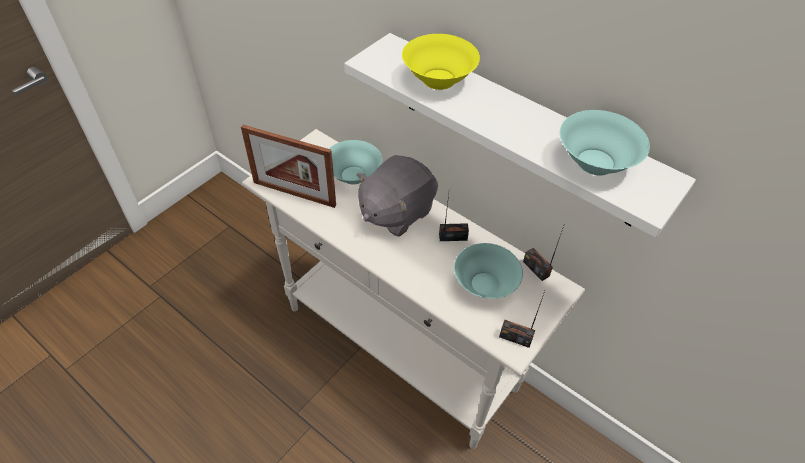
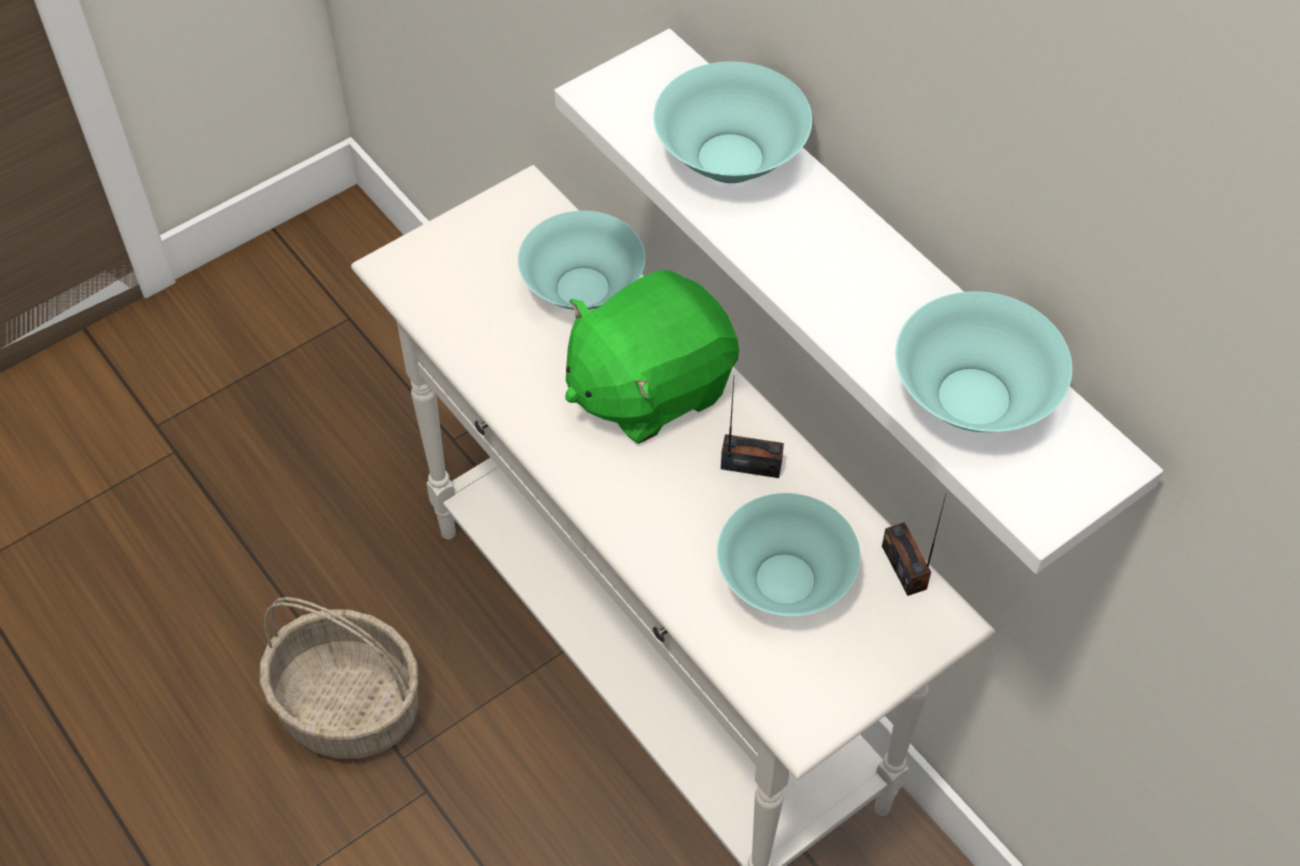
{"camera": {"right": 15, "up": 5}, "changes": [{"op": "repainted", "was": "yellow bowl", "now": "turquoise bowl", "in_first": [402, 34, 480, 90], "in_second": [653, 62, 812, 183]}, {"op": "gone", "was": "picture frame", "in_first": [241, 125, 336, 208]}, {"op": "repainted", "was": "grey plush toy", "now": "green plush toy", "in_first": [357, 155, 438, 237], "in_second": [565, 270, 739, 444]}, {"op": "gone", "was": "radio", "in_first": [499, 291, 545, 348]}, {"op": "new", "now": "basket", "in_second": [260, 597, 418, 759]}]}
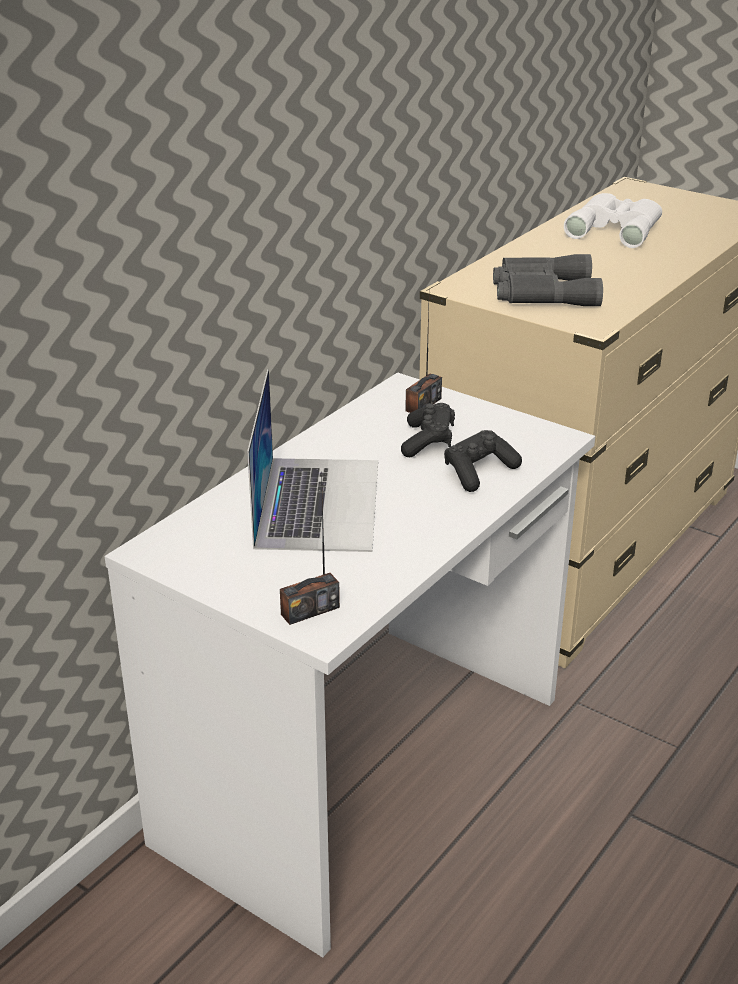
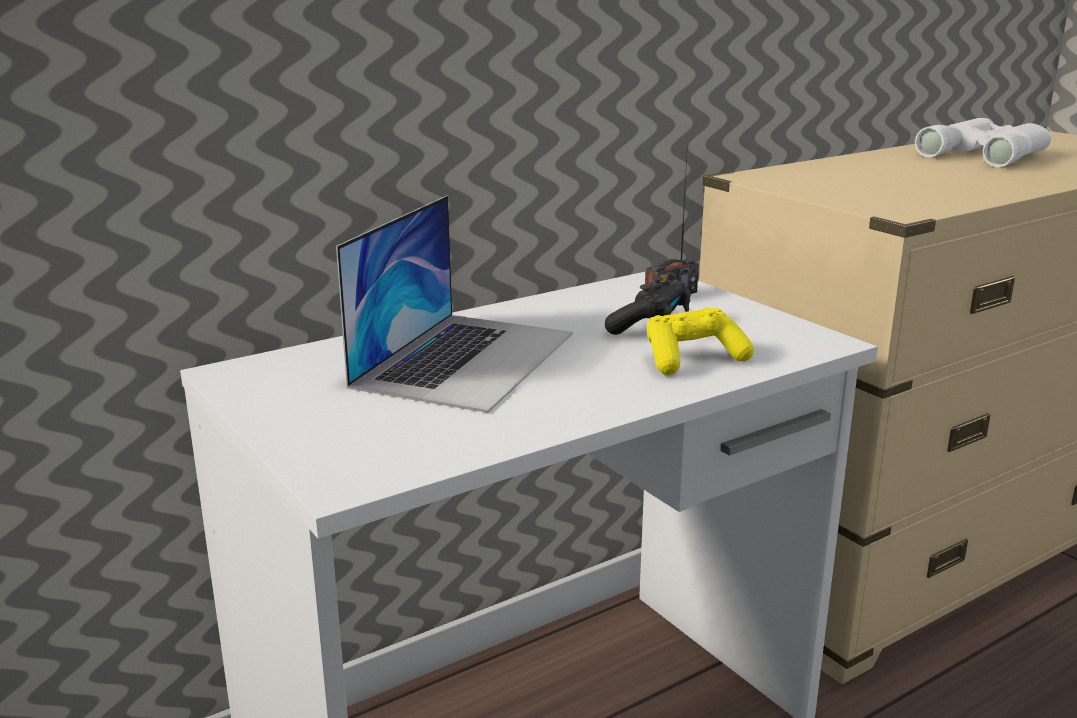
{"camera": {"right": 20, "up": -10}, "changes": [{"op": "gone", "was": "grey binoculars", "in_first": [493, 254, 603, 306]}, {"op": "repainted", "was": "black game controller", "now": "yellow game controller", "in_first": [444, 430, 522, 492], "in_second": [647, 307, 754, 375]}, {"op": "gone", "was": "radio", "in_first": [280, 471, 340, 625]}]}
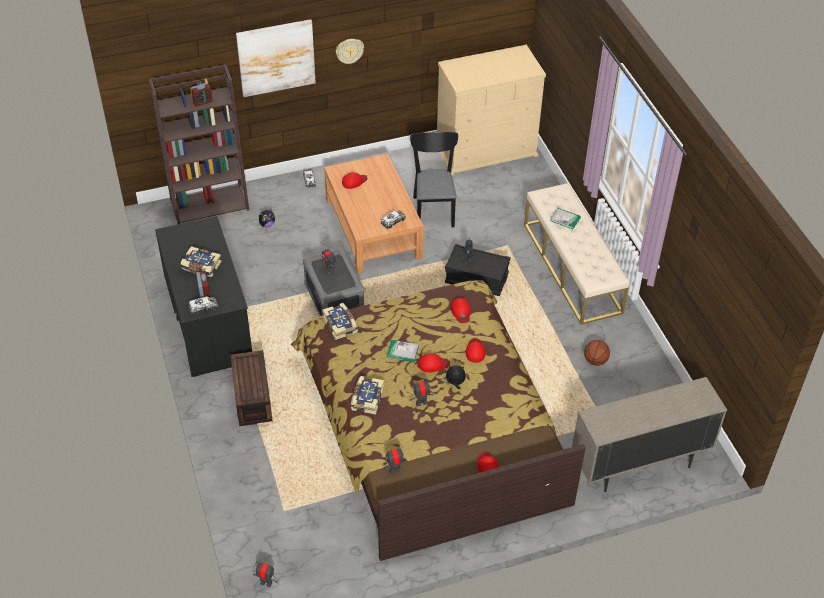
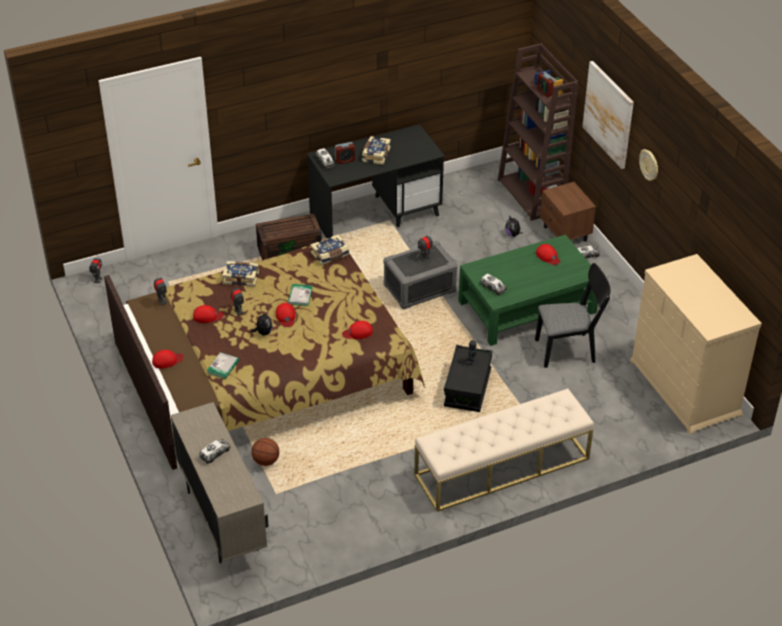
{"camera": {"right": 85, "up": -5}, "changes": [{"op": "repainted", "was": "brown coffee table", "now": "green coffee table", "in_first": [324, 154, 423, 273], "in_second": [458, 235, 598, 346]}, {"op": "shifted", "was": "book", "in_first": [550, 208, 581, 229], "in_second": [207, 352, 239, 379]}, {"op": "shifted", "was": "red cap", "in_first": [466, 338, 485, 363], "in_second": [193, 305, 224, 323]}, {"op": "shifted", "was": "basketball", "in_first": [584, 340, 610, 366], "in_second": [251, 438, 279, 466]}, {"op": "new", "now": "brown nightstand", "in_second": [540, 182, 596, 242]}, {"op": "new", "now": "toy truck", "in_second": [199, 439, 231, 464]}]}
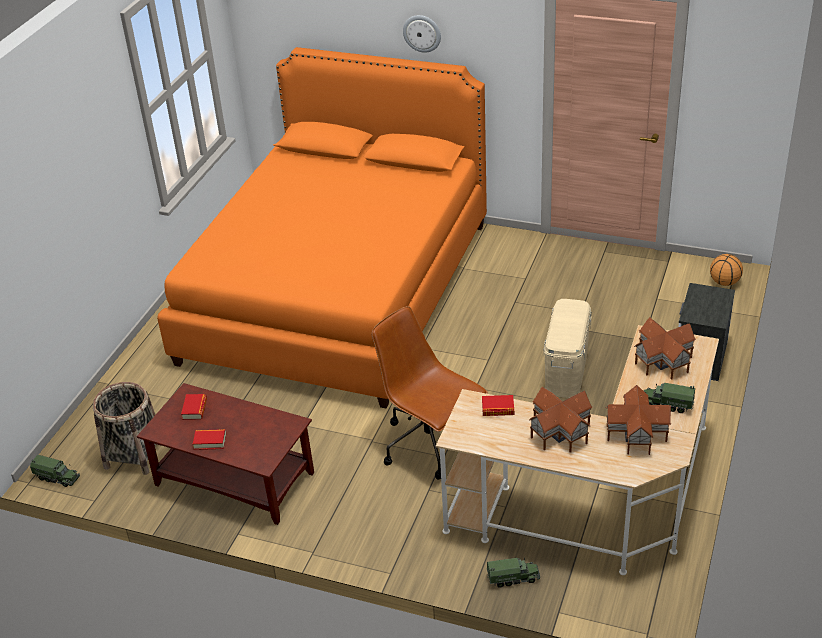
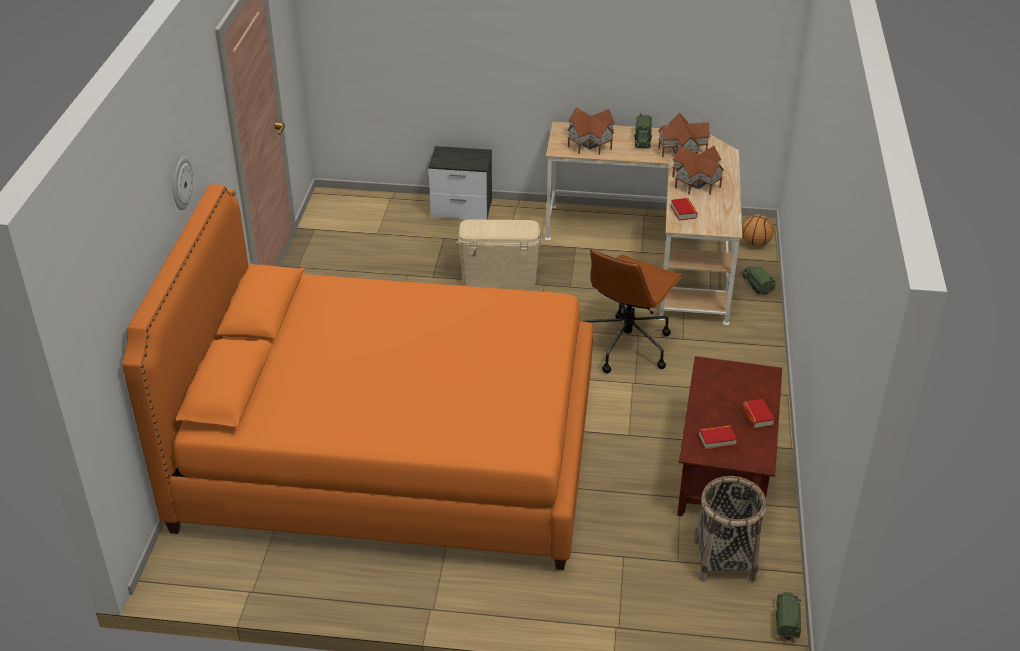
{"camera": {"right": -105, "up": 0}, "changes": [{"op": "shifted", "was": "basketball", "in_first": [710, 254, 743, 286], "in_second": [742, 214, 774, 247]}]}
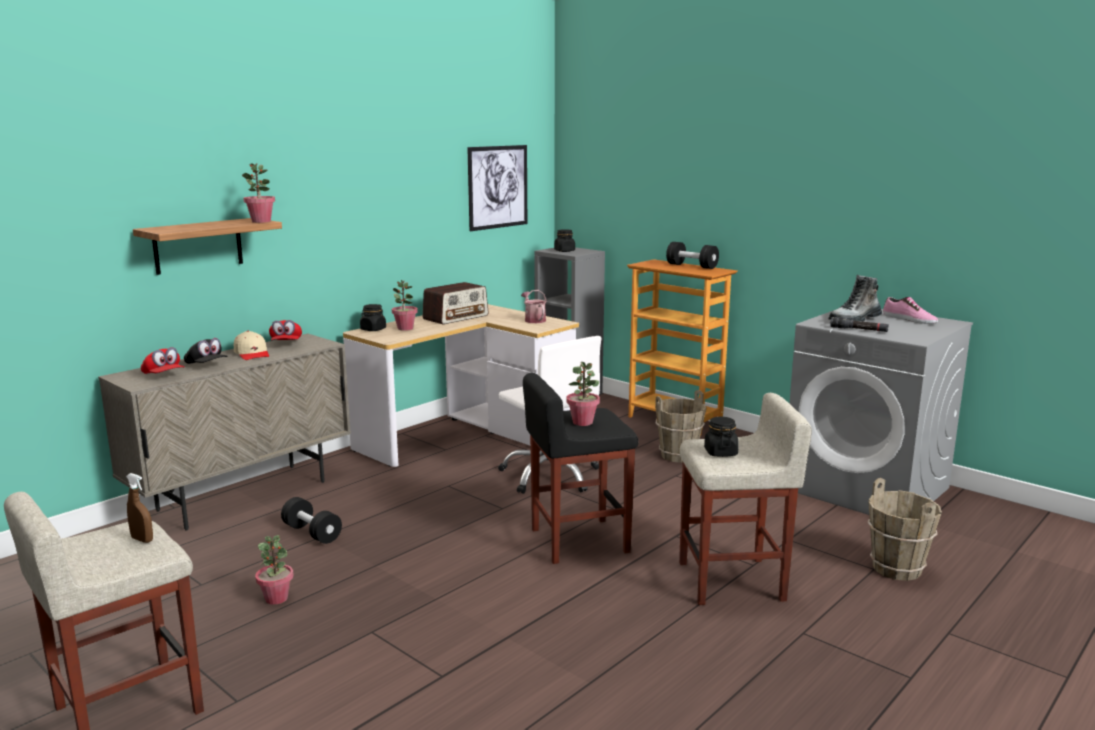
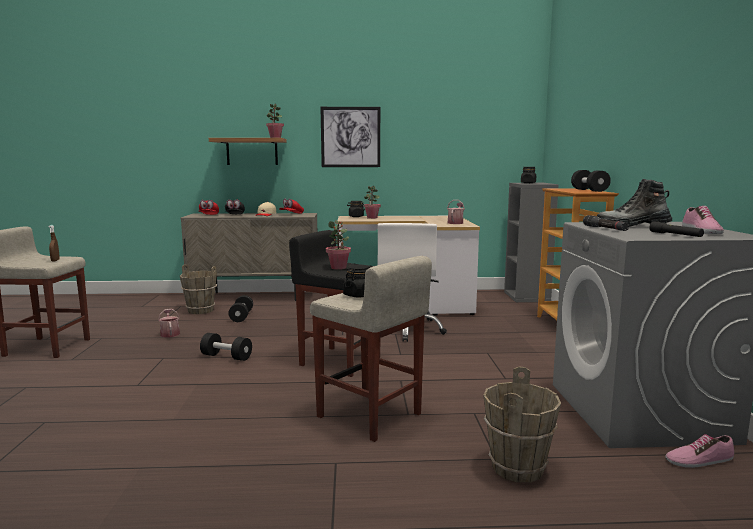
{"camera": {"right": 45, "up": -5}, "changes": [{"op": "shifted", "was": "picture", "in_first": [467, 145, 527, 231], "in_second": [320, 107, 380, 167]}, {"op": "gone", "was": "radio", "in_first": [423, 282, 489, 324]}, {"op": "shifted", "was": "brown bucket", "in_first": [655, 390, 707, 463], "in_second": [179, 264, 217, 314]}, {"op": "swapped", "was": "potted plant", "now": "watering can", "in_first": [255, 535, 294, 605], "in_second": [158, 309, 180, 338]}, {"op": "new", "now": "black flashlight", "in_second": [649, 221, 704, 237]}, {"op": "new", "now": "black dumbbell", "in_second": [200, 333, 252, 361]}, {"op": "new", "now": "shoe", "in_second": [665, 434, 734, 468]}]}
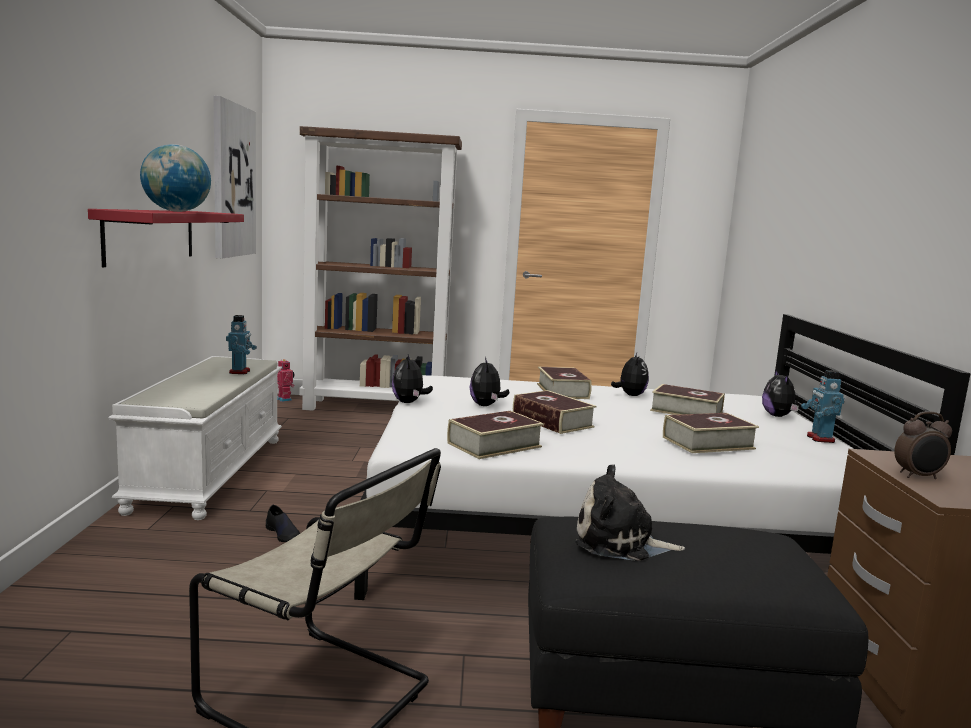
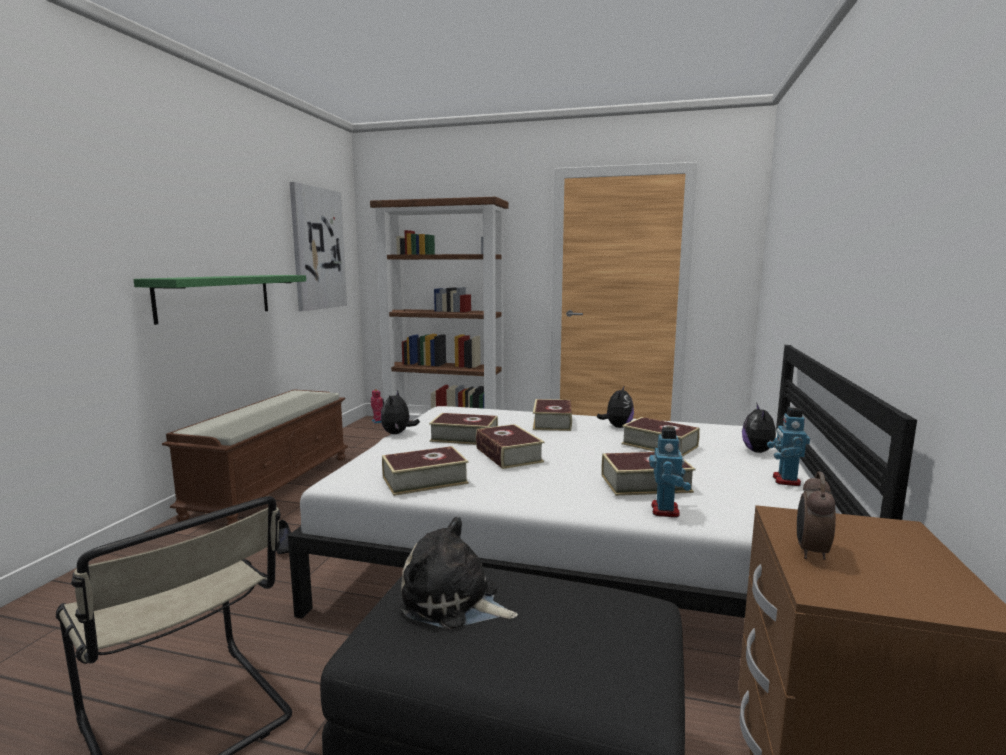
{"camera": {"right": 15, "up": 0}, "changes": [{"op": "gone", "was": "globe", "in_first": [140, 144, 211, 212]}, {"op": "repainted", "was": "red shelf", "now": "green shelf", "in_first": [88, 209, 244, 267], "in_second": [134, 275, 306, 325]}, {"op": "shifted", "was": "toy robot", "in_first": [226, 315, 257, 374], "in_second": [649, 427, 691, 517]}, {"op": "repainted", "was": "white bench", "now": "brown bench", "in_first": [108, 356, 282, 520], "in_second": [162, 389, 348, 526]}, {"op": "swapped", "was": "plush toy", "now": "book", "in_first": [470, 357, 509, 406], "in_second": [429, 413, 498, 445]}, {"op": "rotated", "was": "alarm clock", "in_first": [894, 411, 952, 479], "in_second": [797, 472, 836, 560], "clockwise": 105}]}
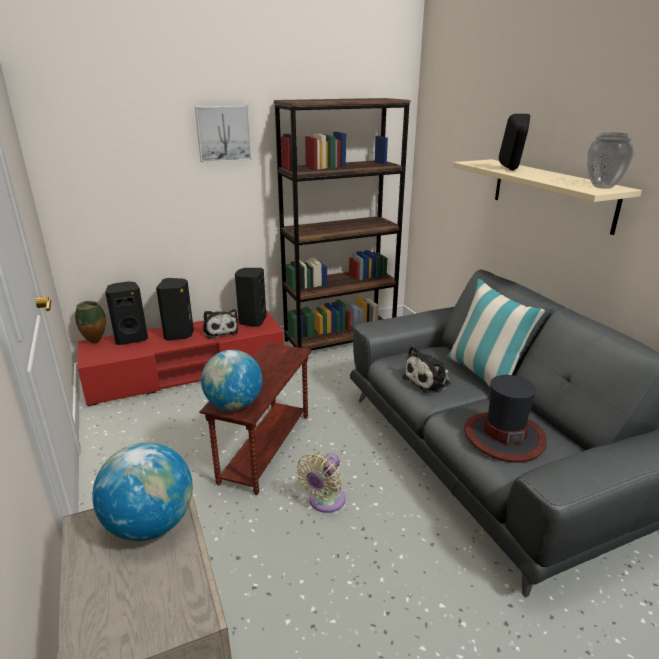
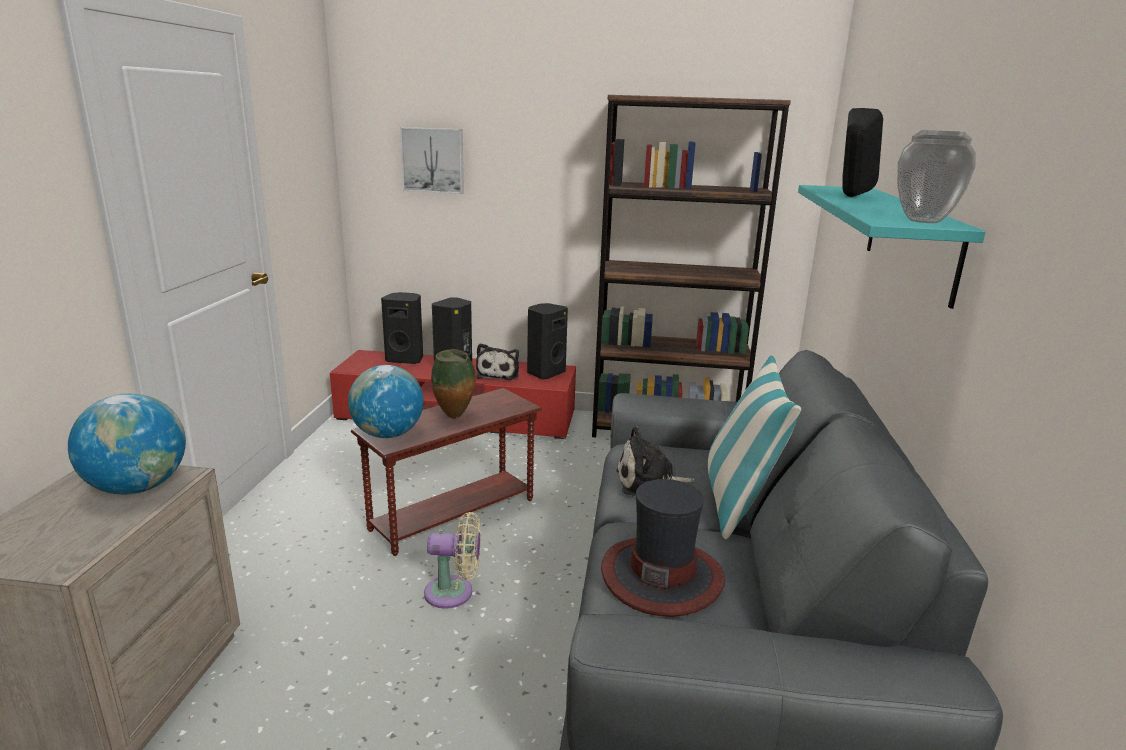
{"camera": {"right": 30, "up": -5}, "changes": [{"op": "shifted", "was": "picture", "in_first": [195, 106, 252, 163], "in_second": [400, 127, 464, 194]}, {"op": "repainted", "was": "beige shelf", "now": "turquoise shelf", "in_first": [453, 159, 642, 235], "in_second": [798, 185, 986, 309]}, {"op": "shifted", "was": "vase", "in_first": [75, 301, 106, 344], "in_second": [431, 349, 476, 419]}, {"op": "rotated", "was": "beige fan", "in_first": [296, 453, 345, 513], "in_second": [424, 512, 481, 609], "clockwise": -150}]}
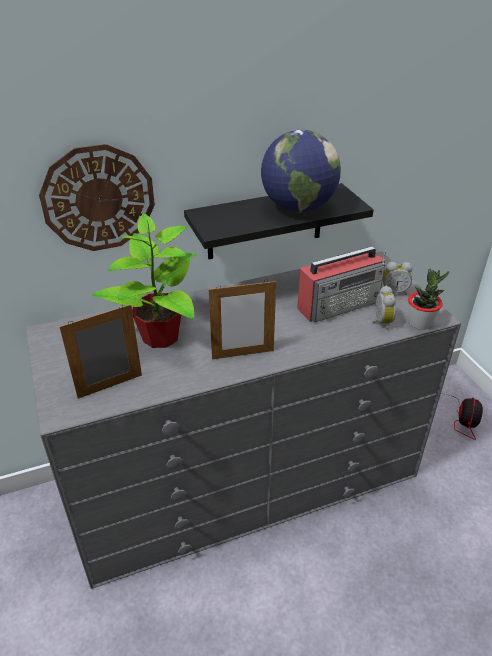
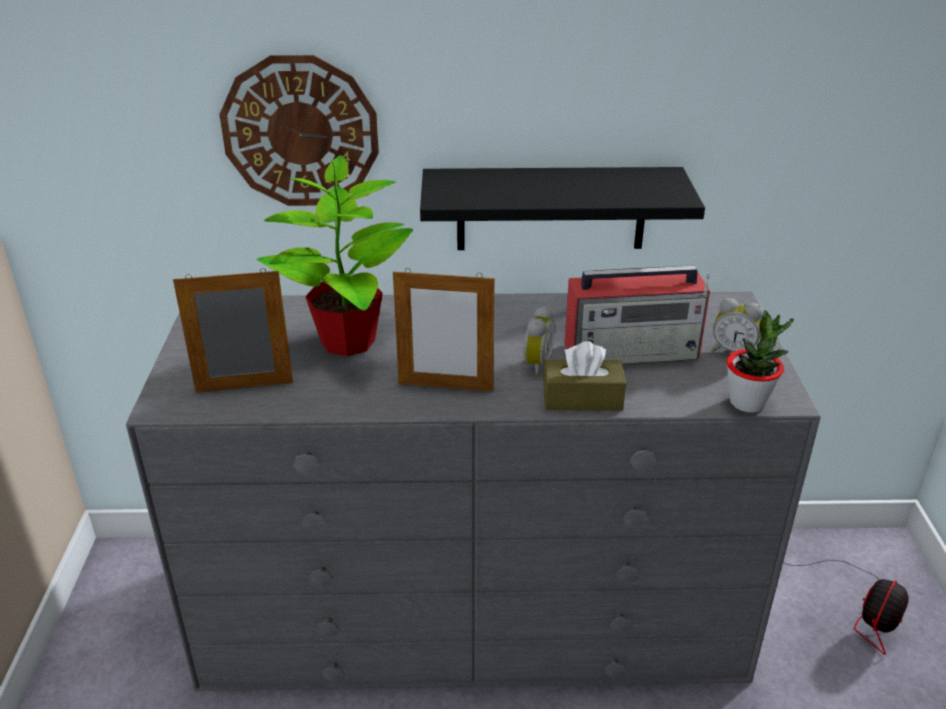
{"camera": {"right": 20, "up": -5}, "changes": [{"op": "gone", "was": "globe", "in_first": [261, 130, 341, 212]}, {"op": "shifted", "was": "alarm clock", "in_first": [373, 286, 396, 330], "in_second": [522, 306, 555, 376]}, {"op": "new", "now": "brown tissue box", "in_second": [543, 341, 626, 411]}]}
